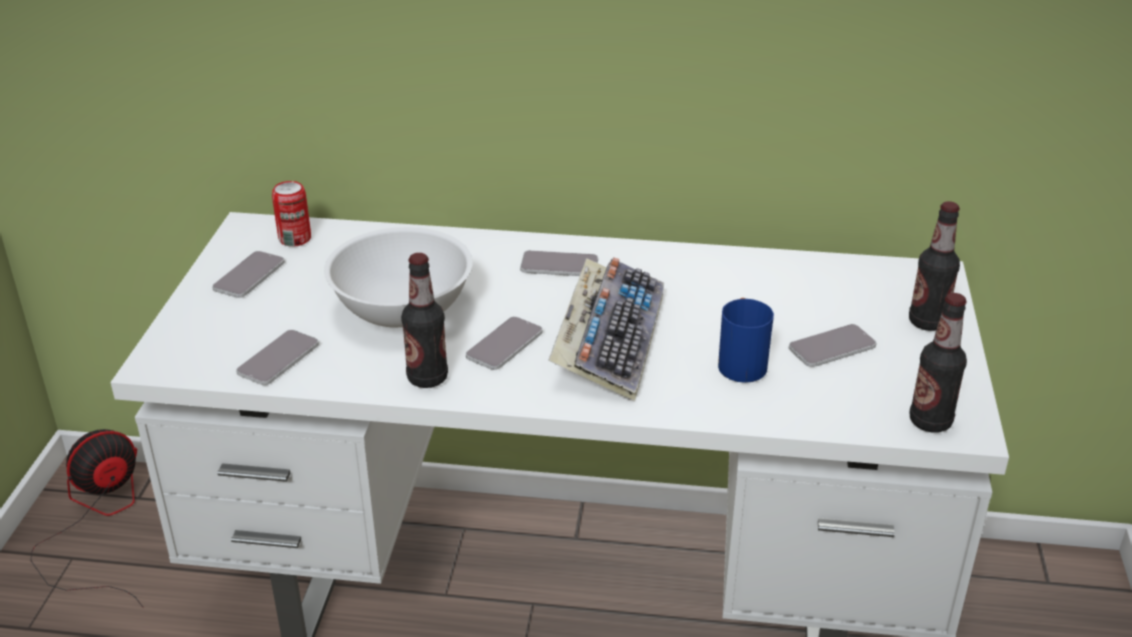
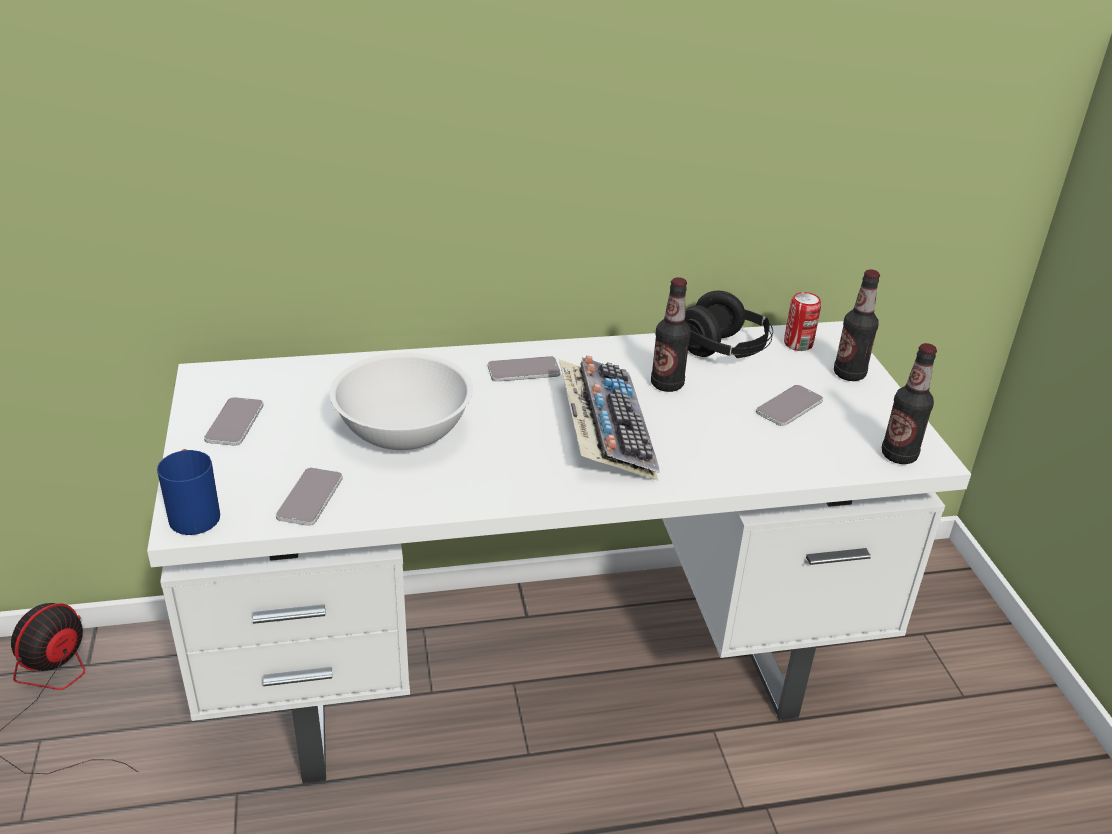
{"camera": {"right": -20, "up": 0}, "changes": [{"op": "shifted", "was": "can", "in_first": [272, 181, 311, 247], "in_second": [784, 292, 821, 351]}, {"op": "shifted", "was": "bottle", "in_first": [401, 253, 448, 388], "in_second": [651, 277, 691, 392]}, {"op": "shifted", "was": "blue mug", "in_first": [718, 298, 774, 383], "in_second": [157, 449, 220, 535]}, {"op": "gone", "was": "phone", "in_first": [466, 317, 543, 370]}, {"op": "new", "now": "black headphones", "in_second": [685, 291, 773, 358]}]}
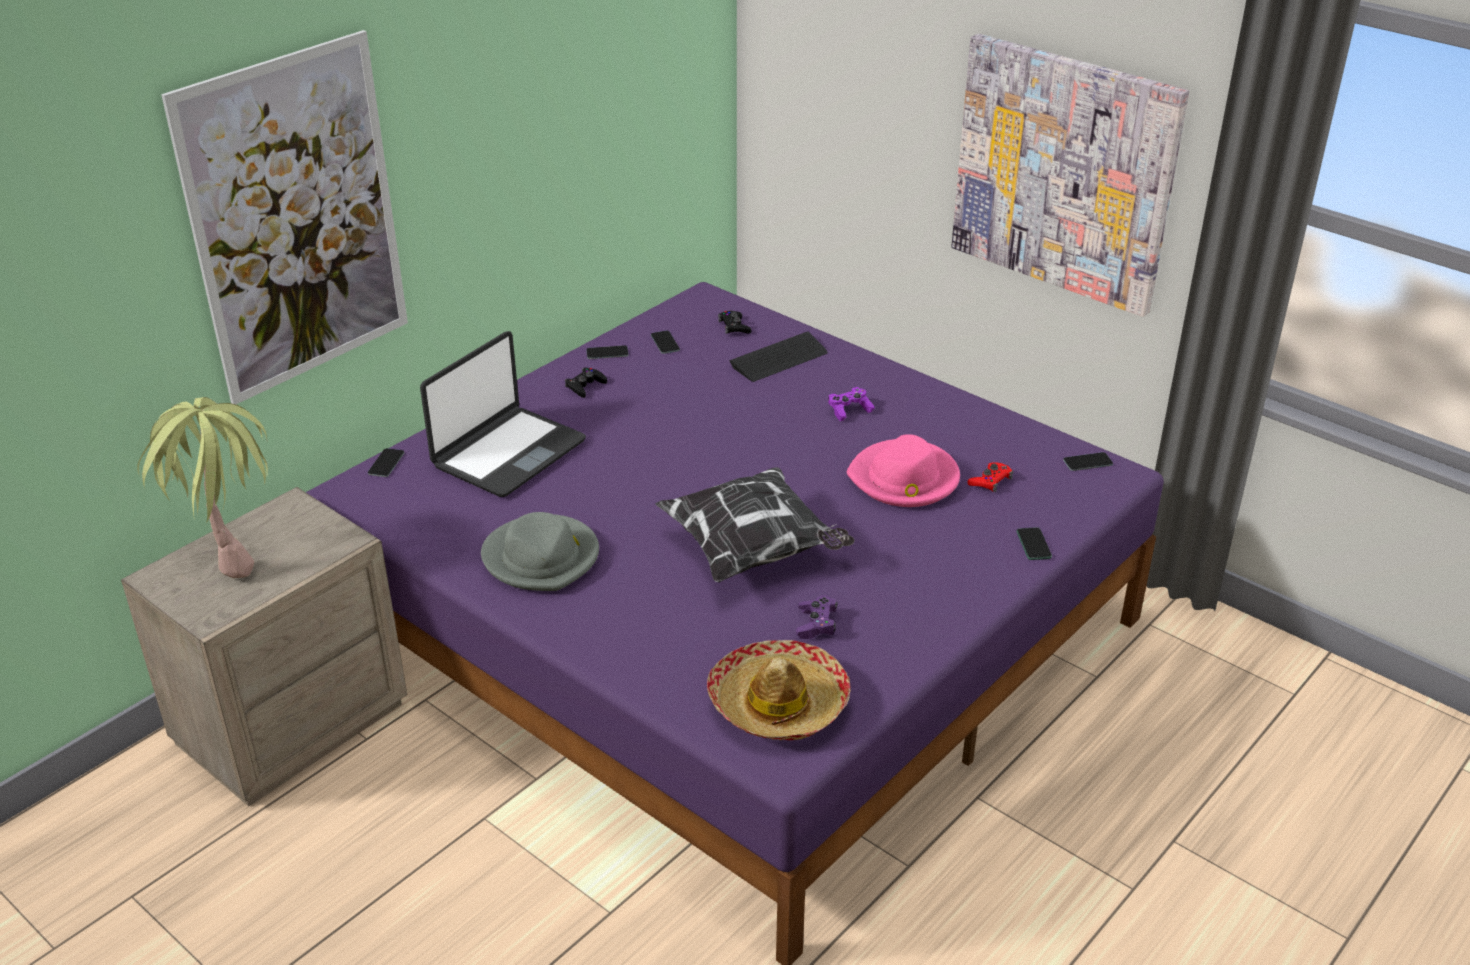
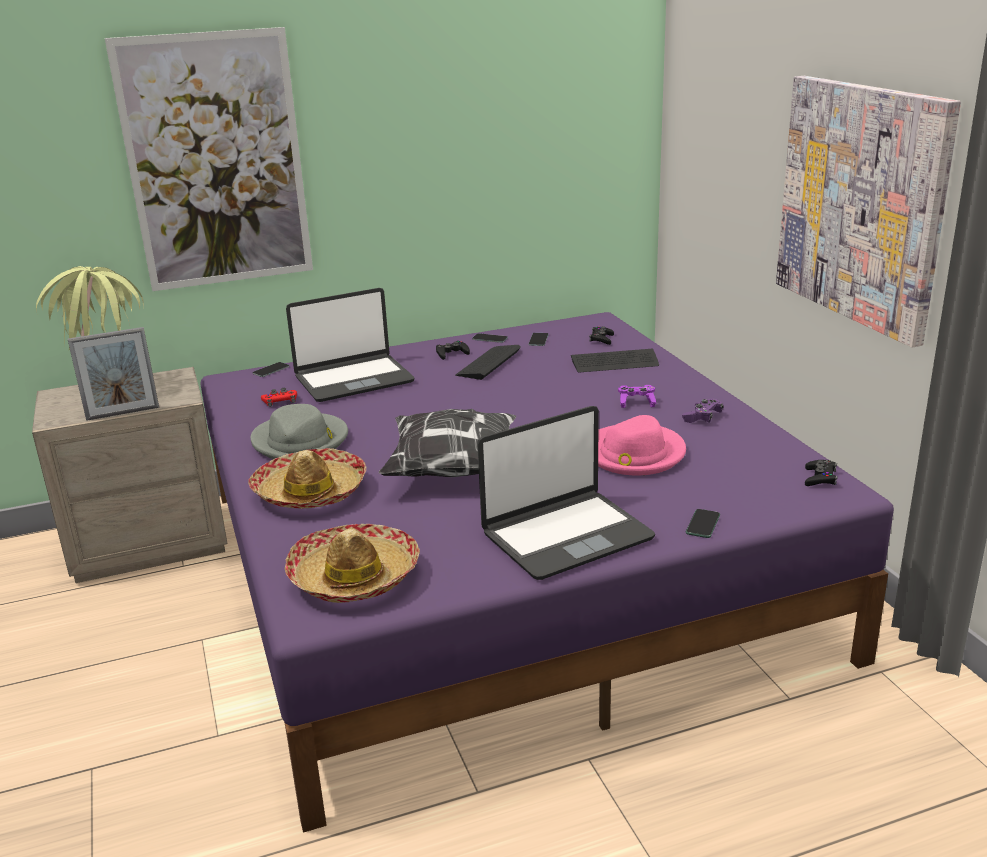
{"camera": {"right": 30, "up": -10}, "changes": [{"op": "swapped", "was": "phone", "now": "black game controller", "in_first": [1063, 452, 1113, 471], "in_second": [805, 460, 838, 486]}, {"op": "shifted", "was": "red game controller", "in_first": [968, 462, 1013, 492], "in_second": [261, 388, 297, 407]}, {"op": "shifted", "was": "purple game controller", "in_first": [796, 595, 838, 639], "in_second": [682, 399, 724, 423]}, {"op": "new", "now": "picture frame", "in_second": [68, 327, 159, 421]}, {"op": "new", "now": "keyboard", "in_second": [455, 345, 521, 380]}, {"op": "new", "now": "laptop", "in_second": [477, 406, 655, 580]}, {"op": "new", "now": "hat", "in_second": [248, 448, 366, 509]}]}
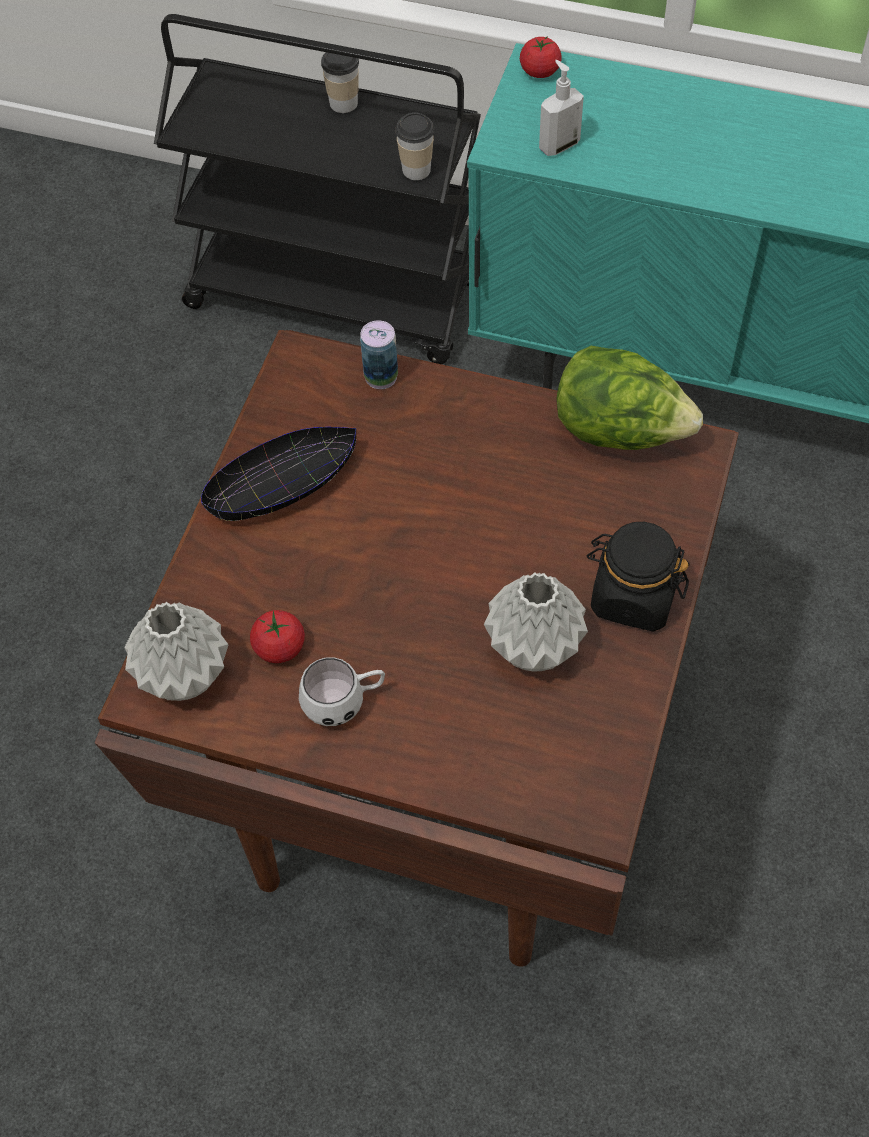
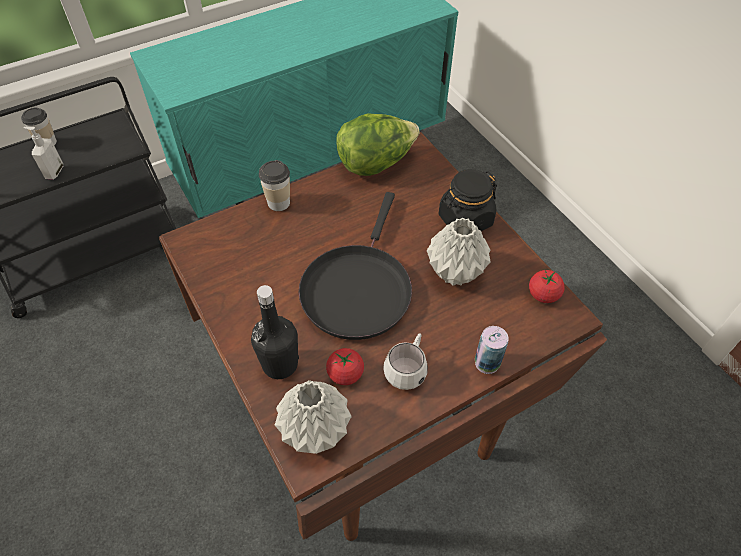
{"camera": {"right": -50, "up": -5}, "changes": [{"op": "shifted", "was": "tomato", "in_first": [520, 36, 562, 78], "in_second": [529, 270, 564, 303]}, {"op": "shifted", "was": "soap dispenser", "in_first": [539, 60, 584, 156], "in_second": [23, 127, 63, 180]}, {"op": "shifted", "was": "cup", "in_first": [395, 112, 434, 180], "in_second": [259, 160, 290, 211]}, {"op": "shifted", "was": "can", "in_first": [360, 320, 398, 389], "in_second": [475, 326, 509, 374]}, {"op": "gone", "was": "black bowl", "in_first": [201, 427, 356, 521]}, {"op": "new", "now": "black frying pan", "in_second": [299, 192, 412, 340]}, {"op": "new", "now": "black bottle", "in_second": [251, 285, 299, 379]}]}
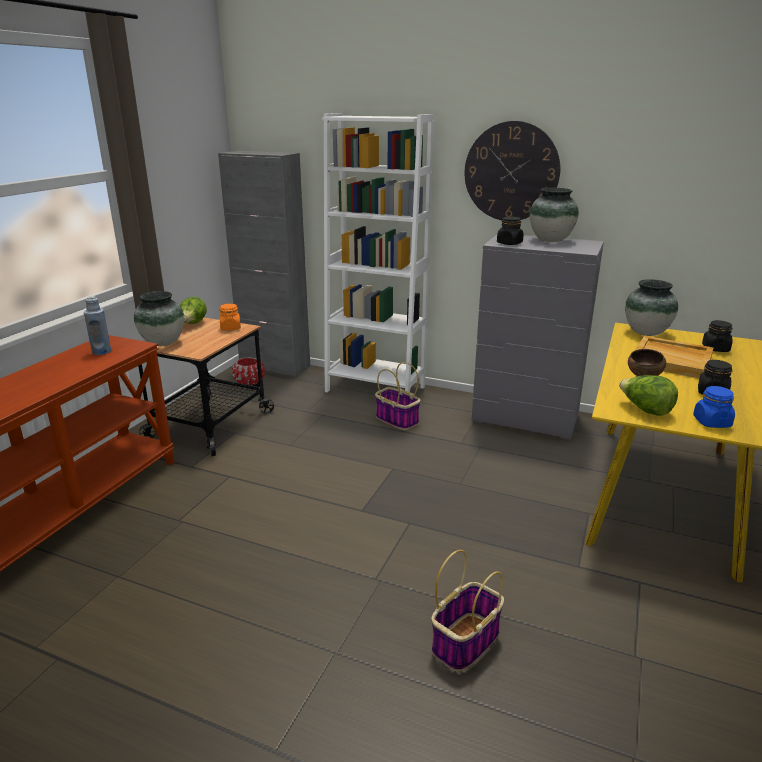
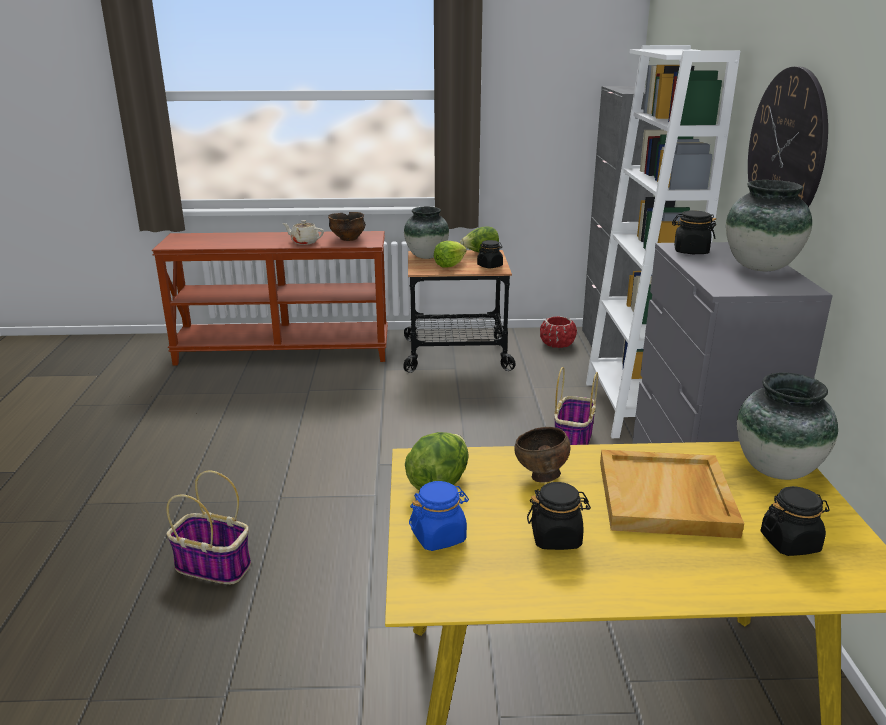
{"camera": {"right": 65, "up": 0}, "changes": [{"op": "swapped", "was": "blue bottle", "now": "bowl", "in_first": [84, 296, 111, 355], "in_second": [328, 212, 366, 241]}, {"op": "repainted", "was": "orange jar", "now": "black jar", "in_first": [219, 304, 241, 331], "in_second": [477, 240, 503, 268]}, {"op": "new", "now": "beige teapot", "in_second": [282, 220, 324, 245]}, {"op": "new", "now": "lettuce", "in_second": [434, 241, 467, 268]}]}
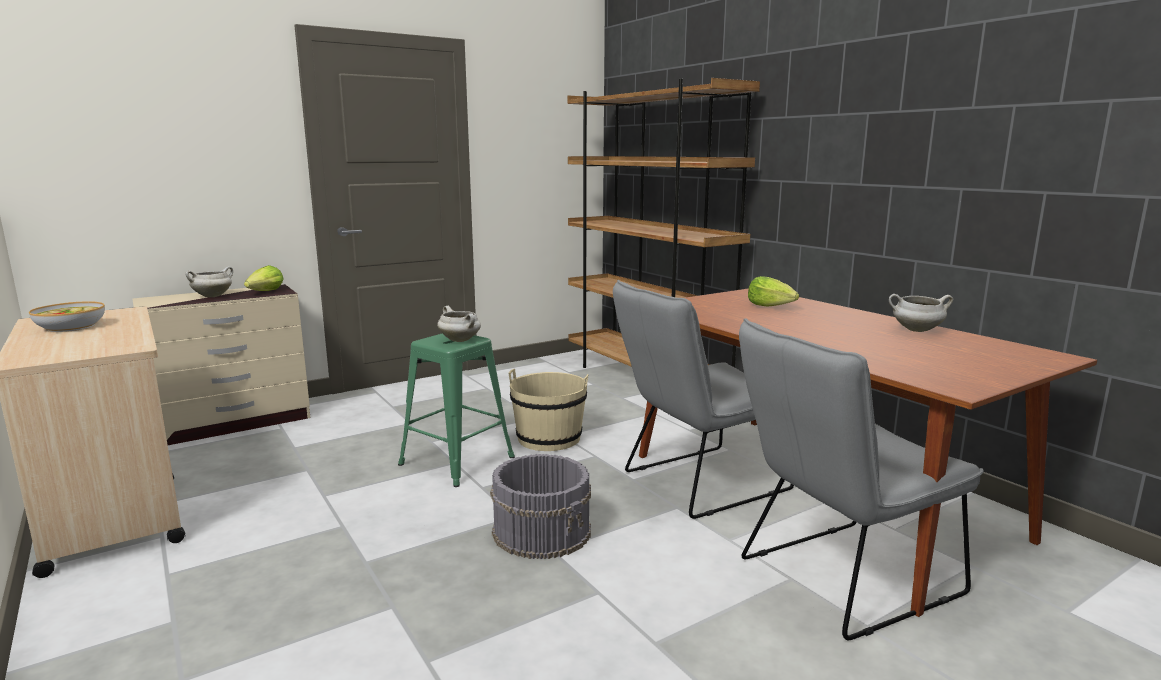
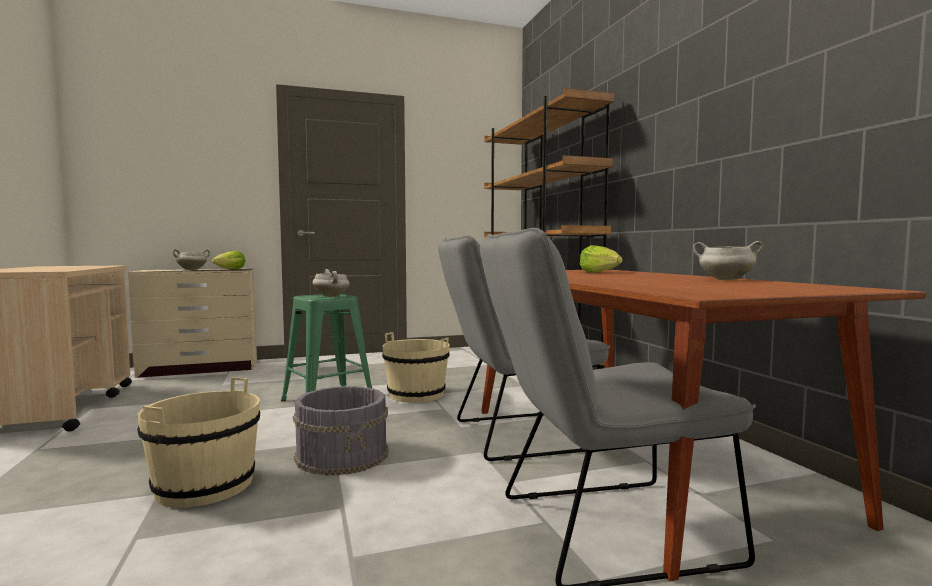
{"camera": {"right": 15, "up": -10}, "changes": [{"op": "gone", "was": "bowl", "in_first": [29, 301, 105, 332]}, {"op": "new", "now": "beige bucket", "in_second": [137, 377, 260, 508]}]}
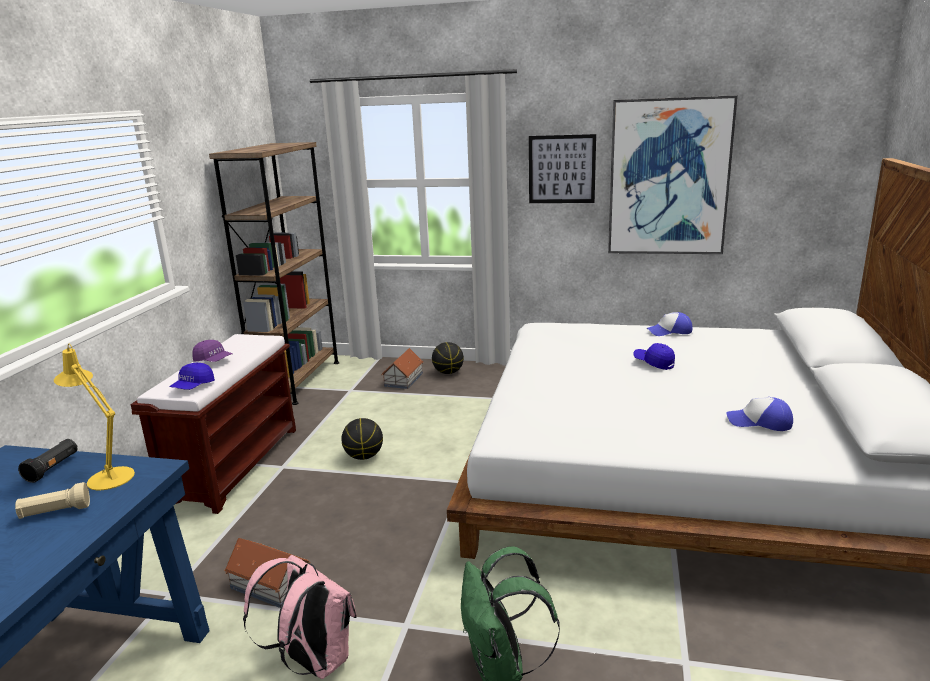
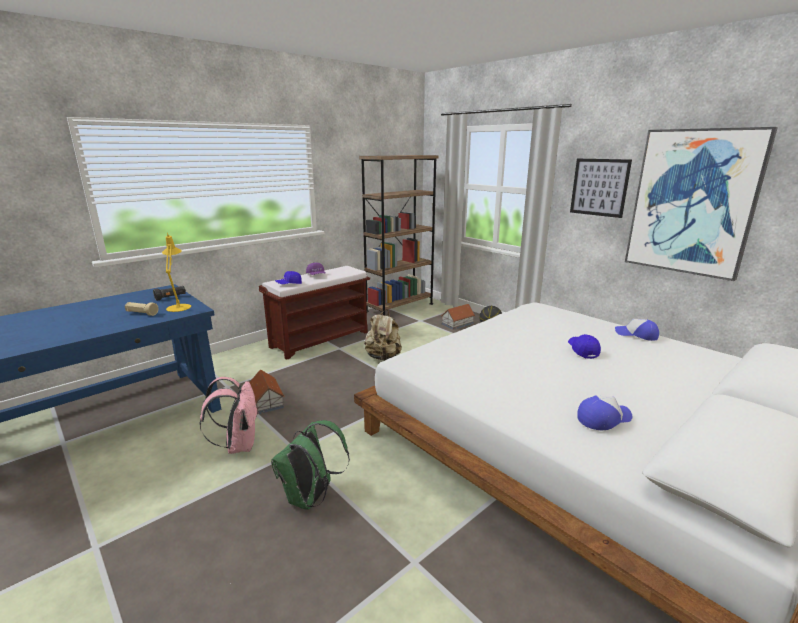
{"camera": {"right": 35, "up": 0}, "changes": [{"op": "rotated", "was": "cap", "in_first": [726, 397, 793, 431], "in_second": [577, 395, 632, 430], "clockwise": 105}, {"op": "swapped", "was": "basketball", "now": "beige backpack", "in_first": [341, 418, 383, 460], "in_second": [364, 310, 402, 361]}]}
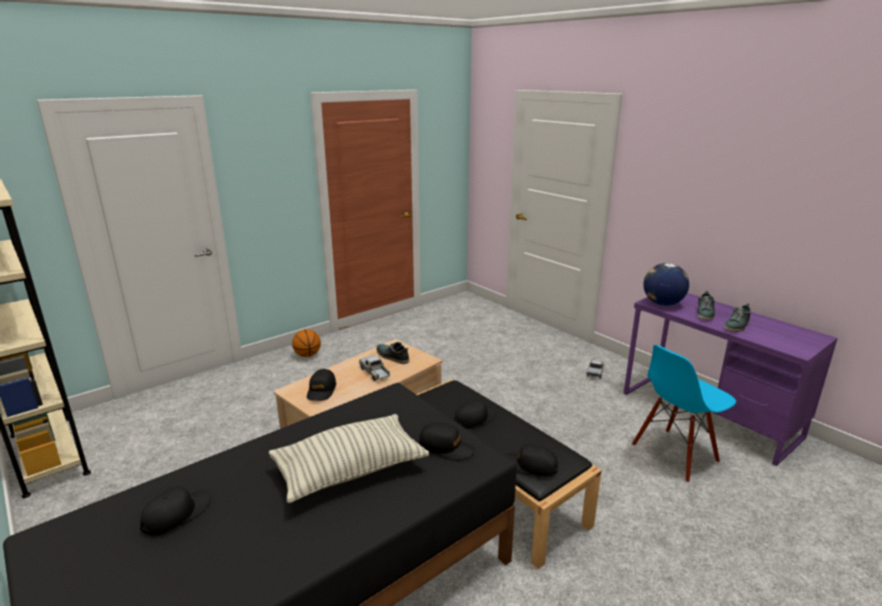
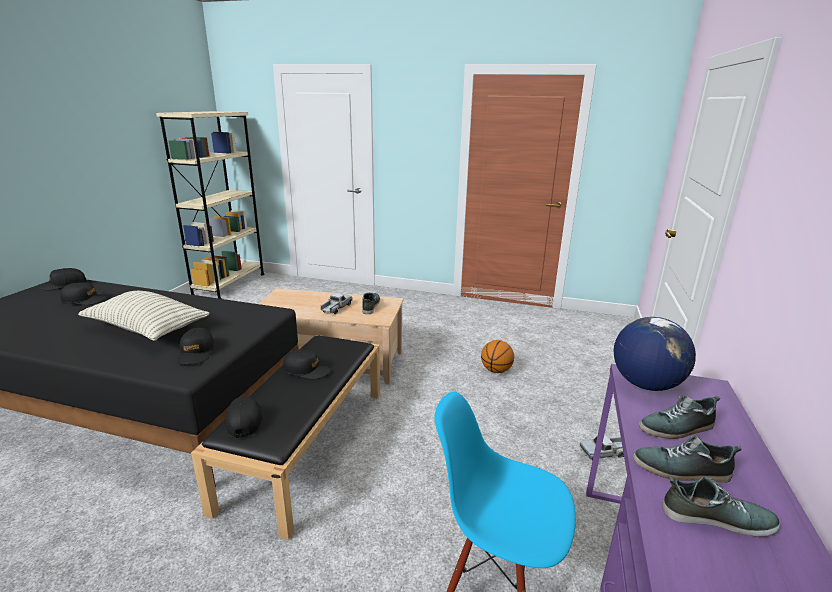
{"camera": {"right": 55, "up": 0}, "changes": [{"op": "shifted", "was": "basketball", "in_first": [292, 329, 321, 357], "in_second": [481, 340, 514, 373]}, {"op": "shifted", "was": "black cap", "in_first": [307, 369, 336, 401], "in_second": [37, 268, 87, 291]}, {"op": "new", "now": "shoe", "in_second": [662, 477, 780, 537]}]}
